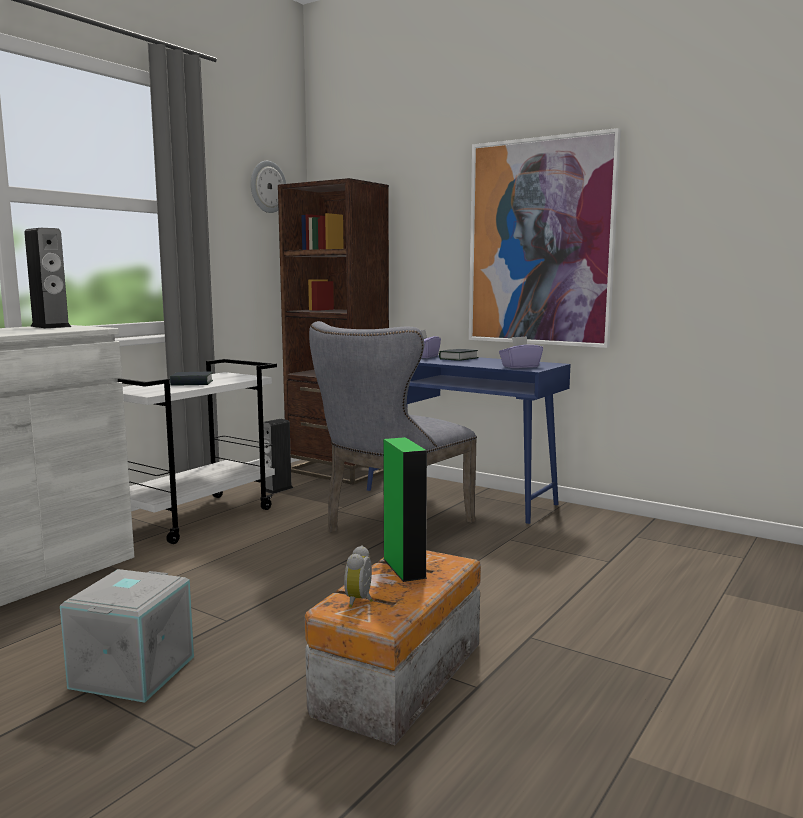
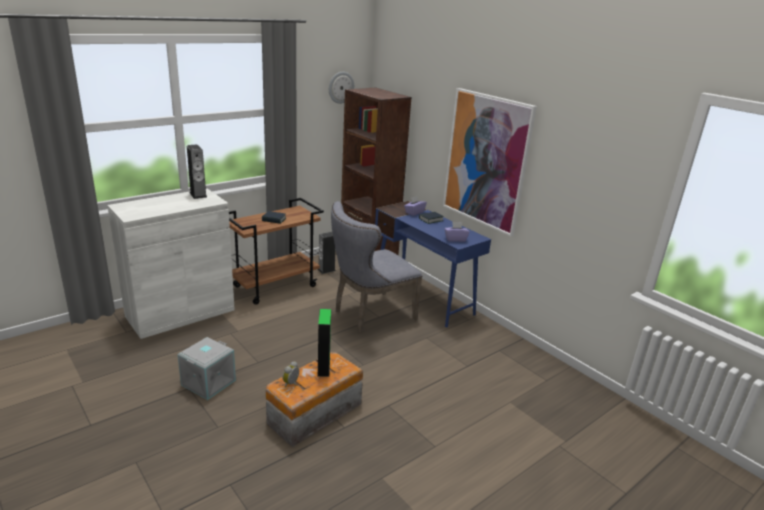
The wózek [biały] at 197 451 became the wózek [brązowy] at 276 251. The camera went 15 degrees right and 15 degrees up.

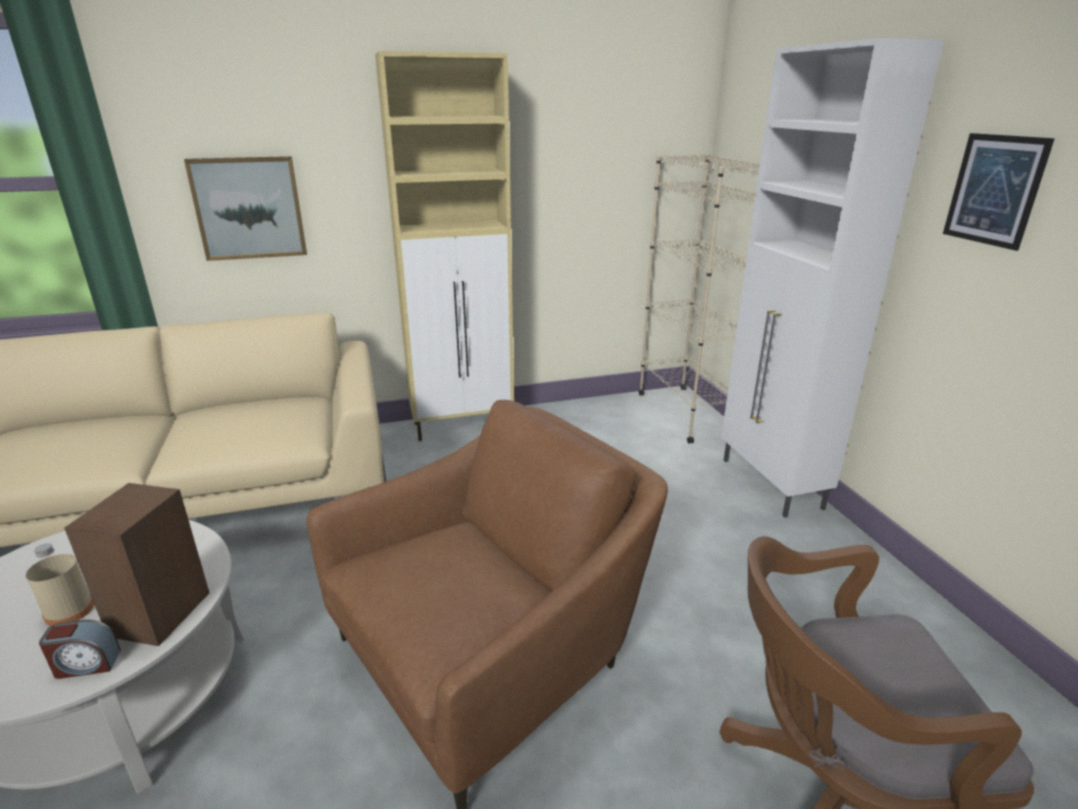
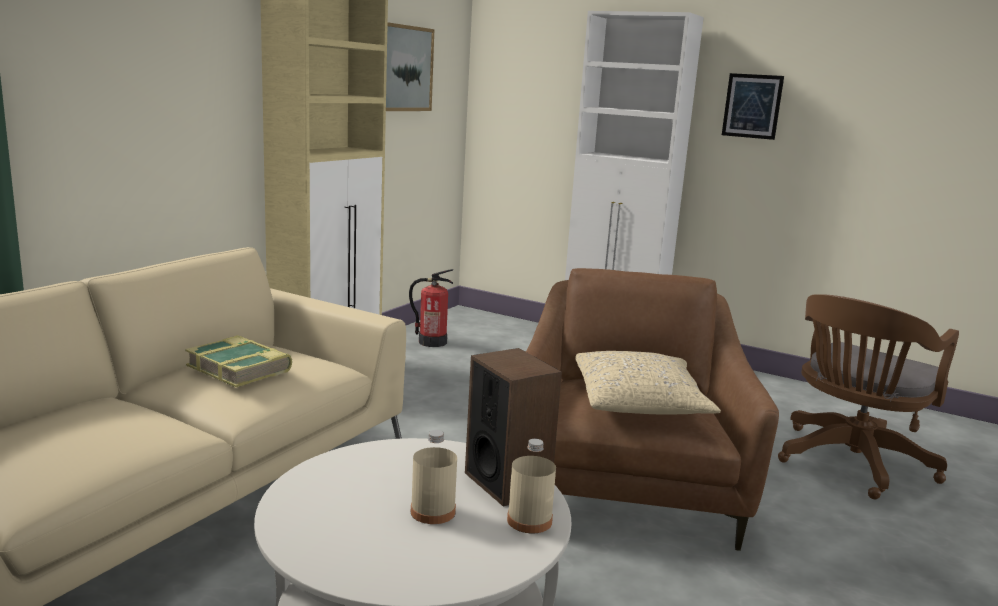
The regał [beżowy] at 699 299 disappeared. The obraz moved from 245 208 to 410 66. The budzik at 80 649 was replaced by the butelka [beżowy] at 531 486. The gaśnica at 431 308 appeared. The książka at 238 361 appeared. The poduszka [beżowy] at 648 383 appeared. The camera went 45 degrees left and 10 degrees down.

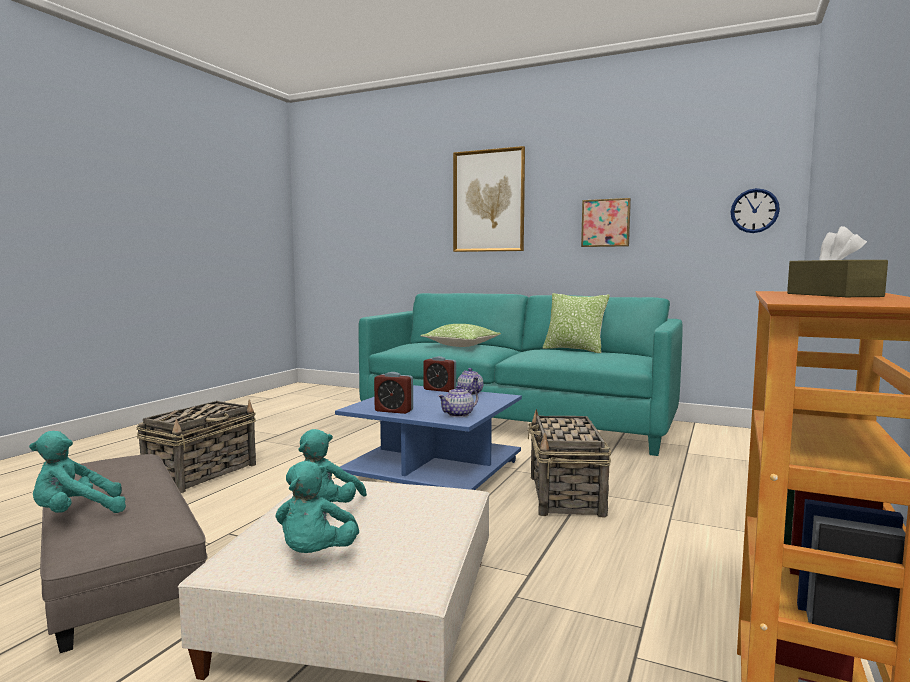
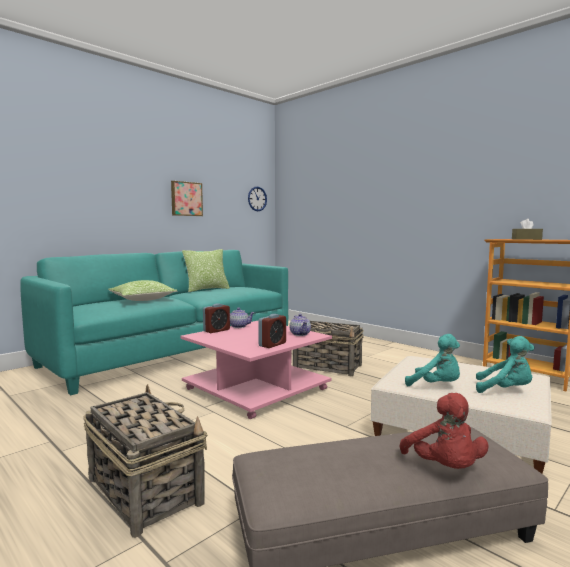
The obraz at 489 199 disappeared. The ława [niebieski] at 428 437 became the ława [różowy] at 256 370. The pluszak [turkusowy] at 77 472 became the pluszak [czerwony] at 444 431. The camera went 70 degrees left and 0 degrees up.

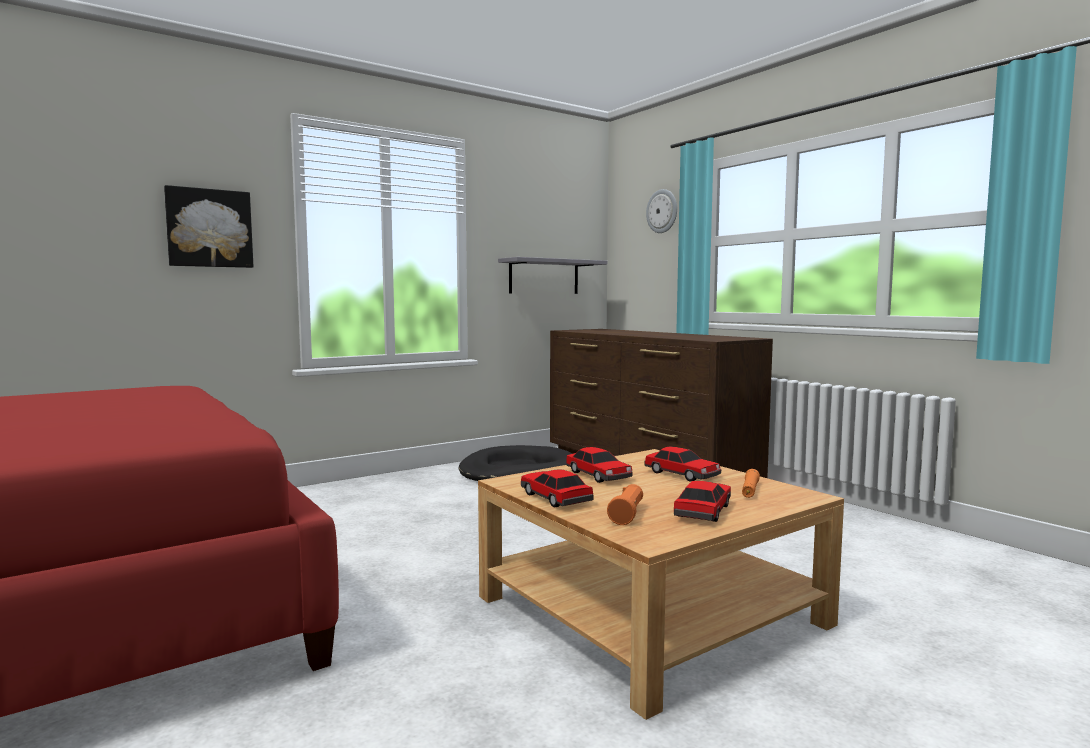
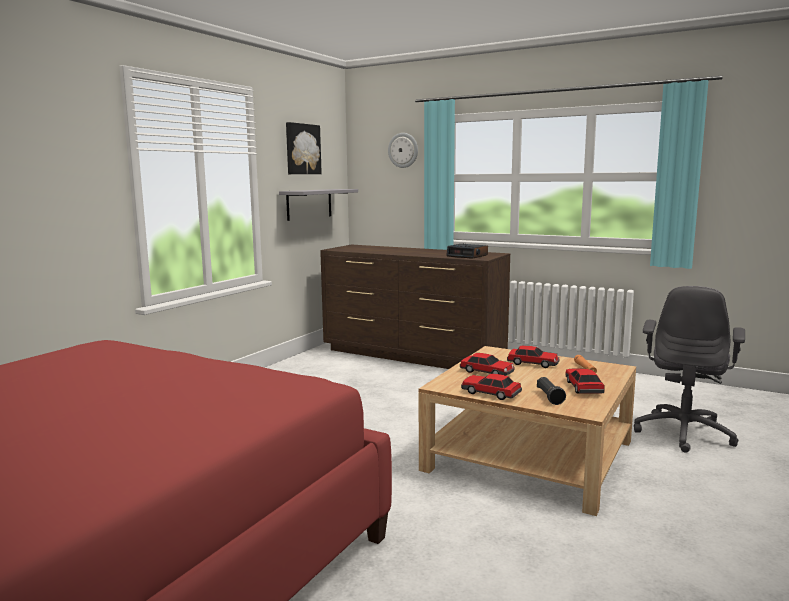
The obraz moved from 208 226 to 304 148. The legowisko [czarny] at 515 463 disappeared. The latarka [pomarańczowy] at 625 504 became the latarka [czarny] at 551 391. The budzik at 467 251 appeared. The krzesło biurowe [szary] at 689 369 appeared. The camera went 25 degrees left and 5 degrees up.

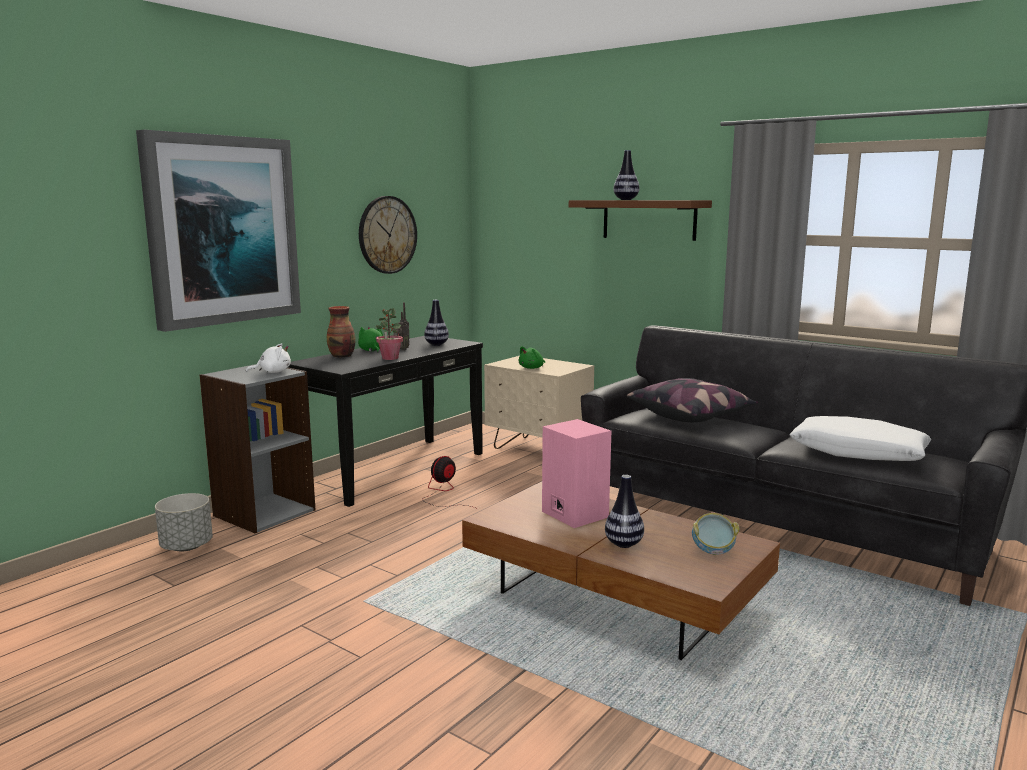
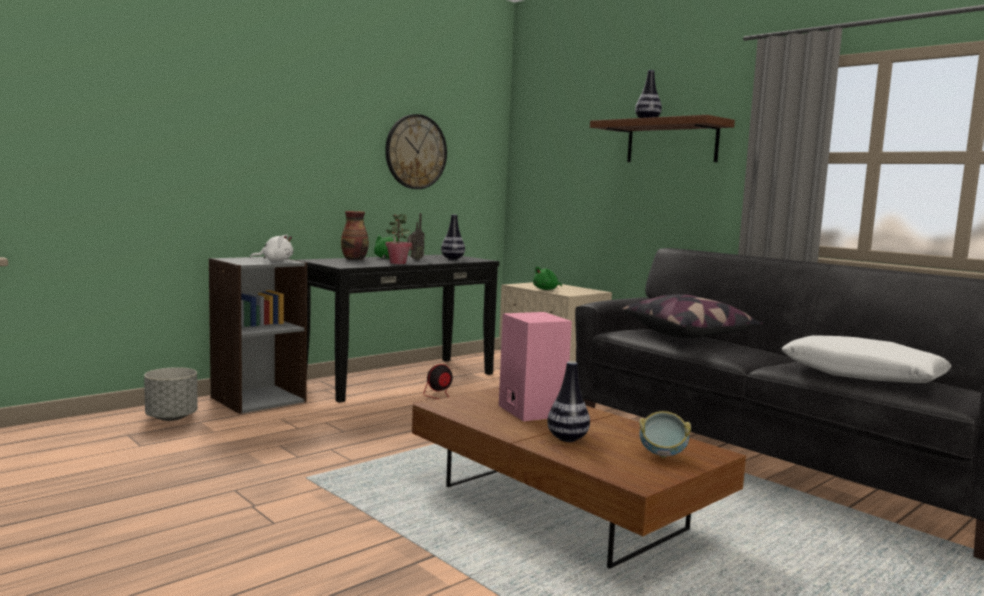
The obraz at 218 231 disappeared. The camera went 10 degrees right and 5 degrees down.

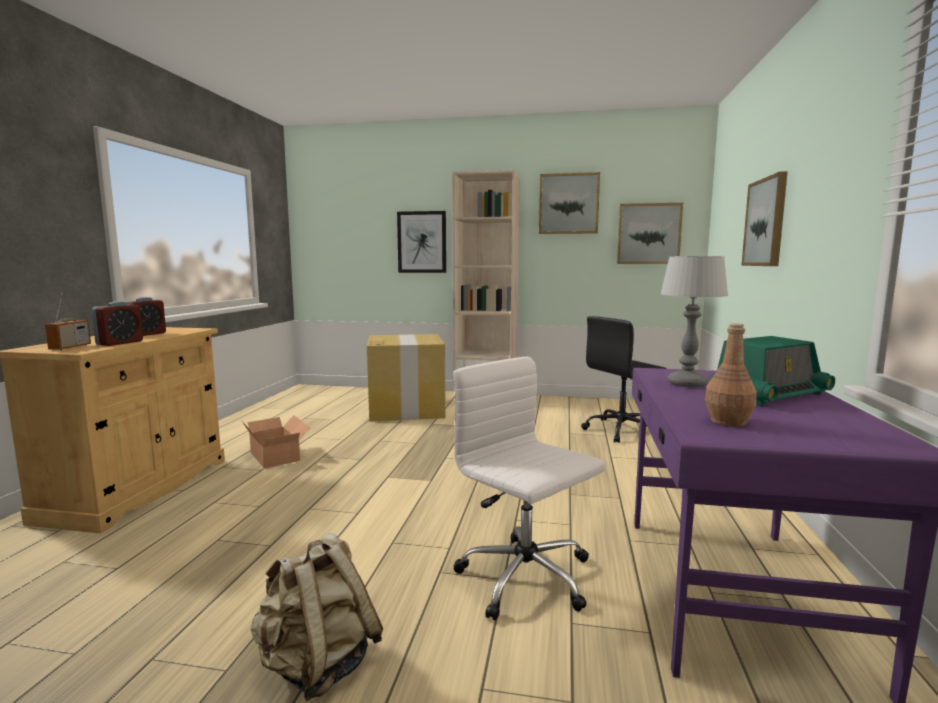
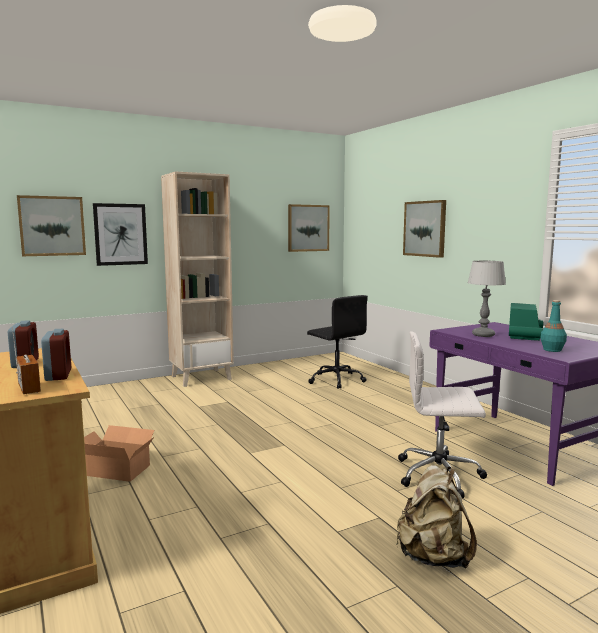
The obraz moved from 569 203 to 51 225. The krzesło biurowe [czarny] at 624 379 turned 60 degrees counterclockwise. The butelka [brązowy] at 731 375 became the butelka [turkusowy] at 553 326. The karton at 406 378 disappeared. The camera went 40 degrees left and 0 degrees up.

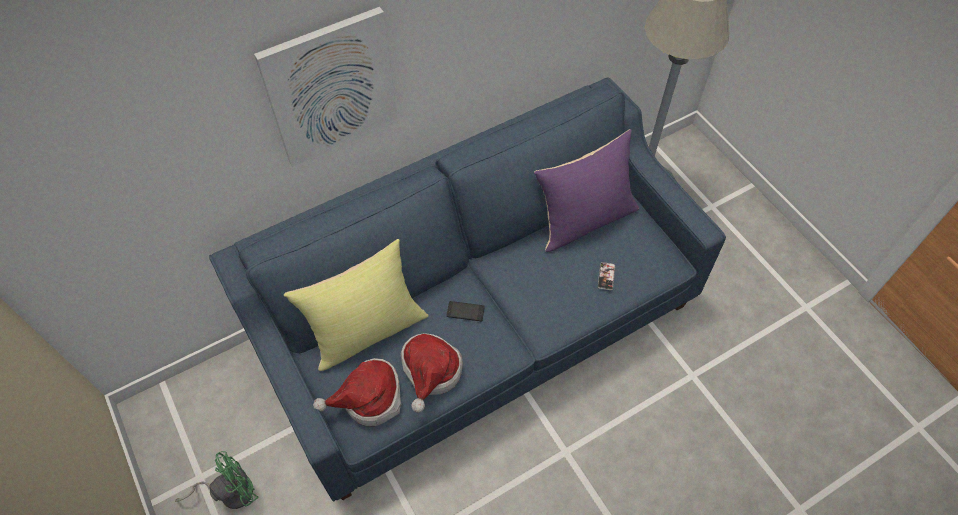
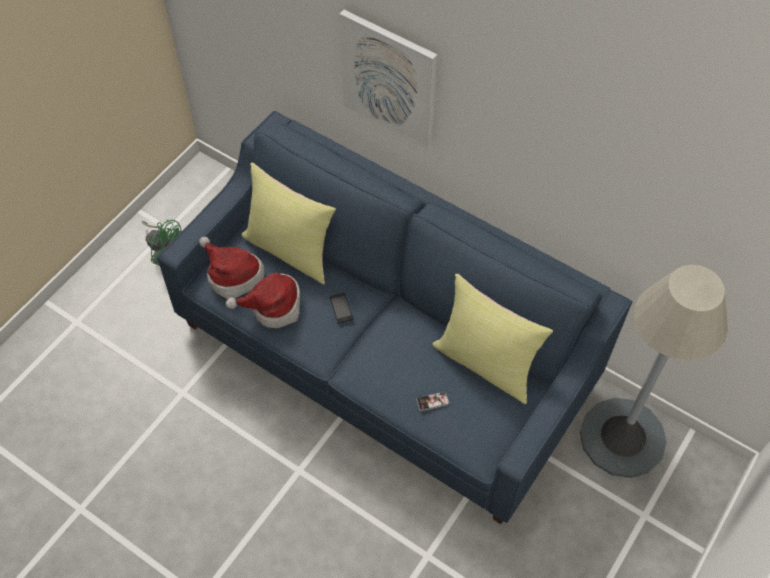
The poduszka [fioletowy] at 586 190 became the poduszka [żółty] at 492 339. The camera went 65 degrees right and 0 degrees up.

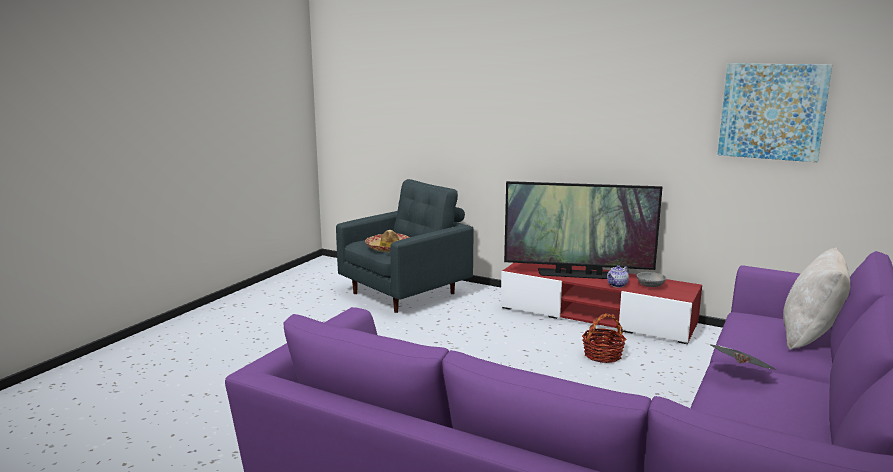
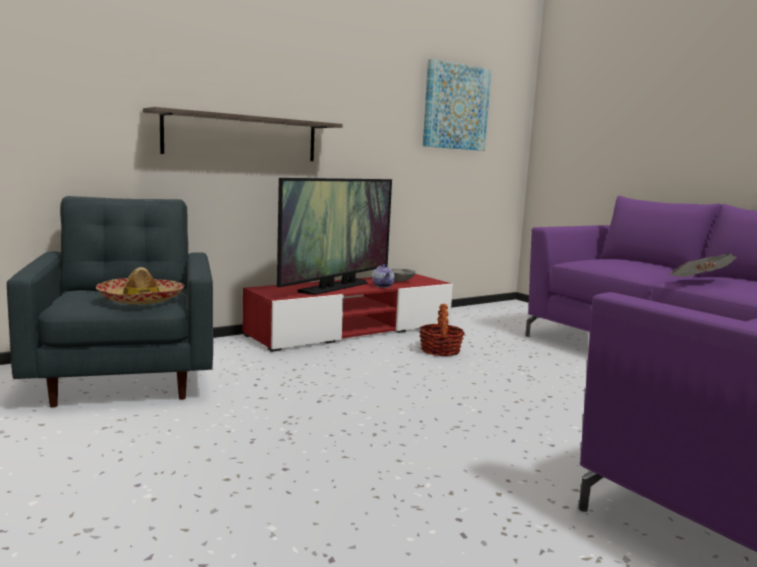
The poduszka [beżowy] at 816 298 disappeared. The półka at 243 134 appeared. The camera went 65 degrees left and 5 degrees down.

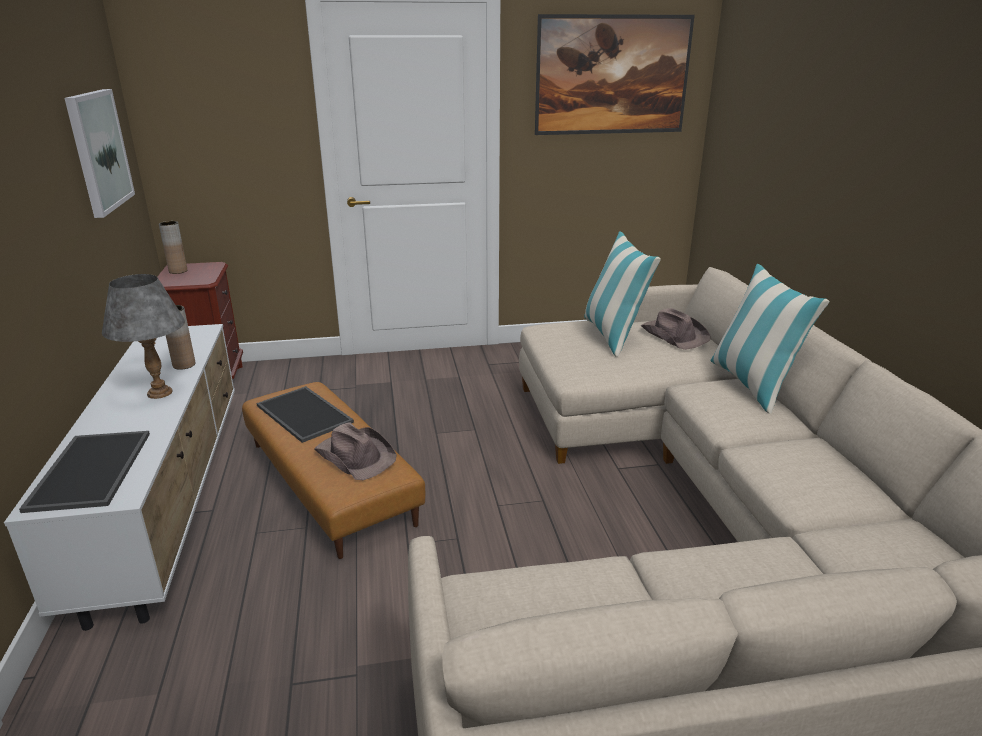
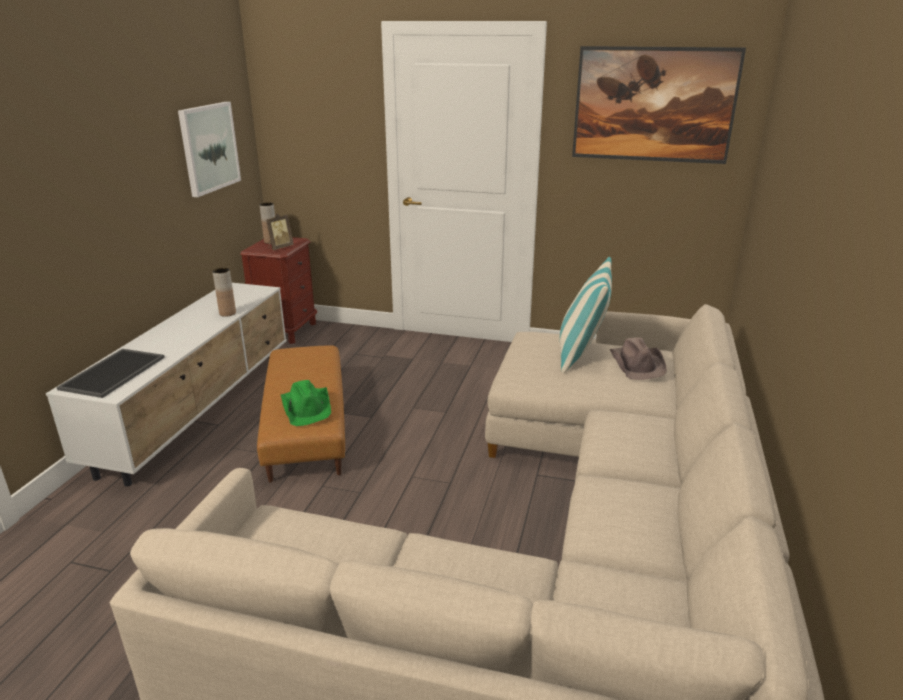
The poduszka at 770 339 disappeared. The lampa stołowa [szary] at 143 336 disappeared. The taca at 305 414 disappeared. The kapelusz [brązowy] at 355 451 became the kapelusz [zielony] at 306 403. The ramka na zdjęcie at 280 231 appeared. The camera went 25 degrees right and 0 degrees up.

